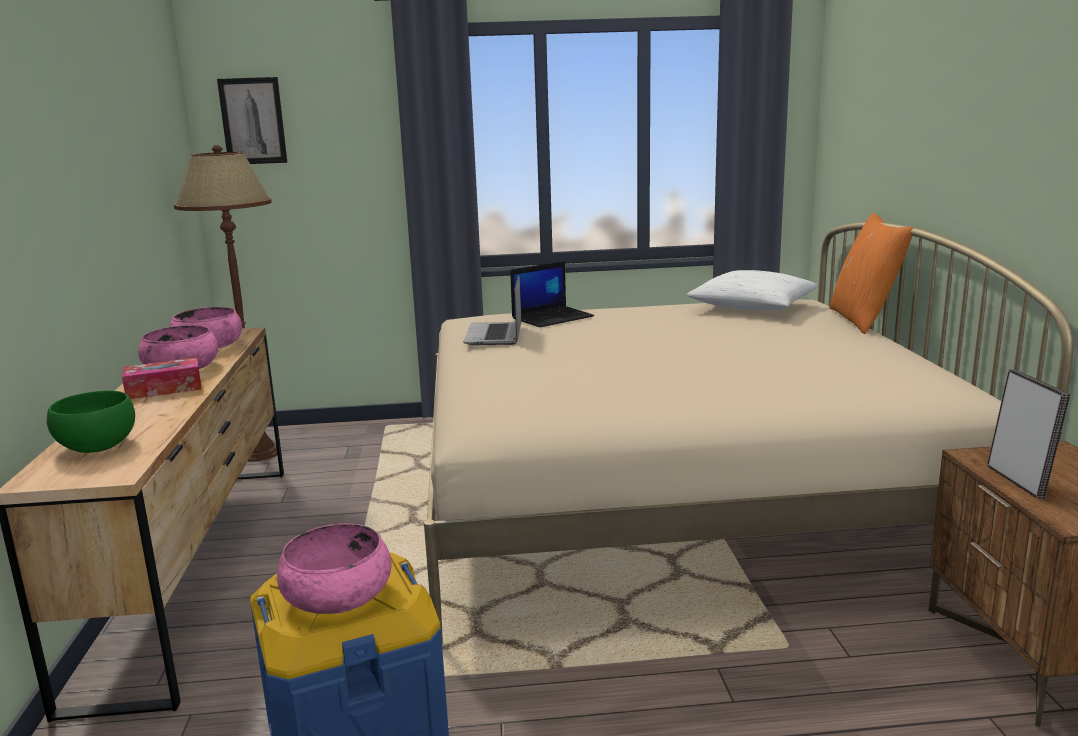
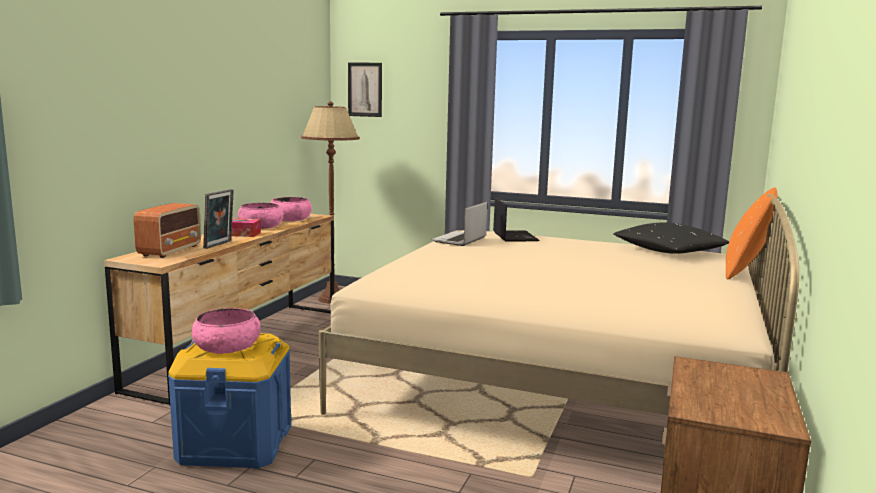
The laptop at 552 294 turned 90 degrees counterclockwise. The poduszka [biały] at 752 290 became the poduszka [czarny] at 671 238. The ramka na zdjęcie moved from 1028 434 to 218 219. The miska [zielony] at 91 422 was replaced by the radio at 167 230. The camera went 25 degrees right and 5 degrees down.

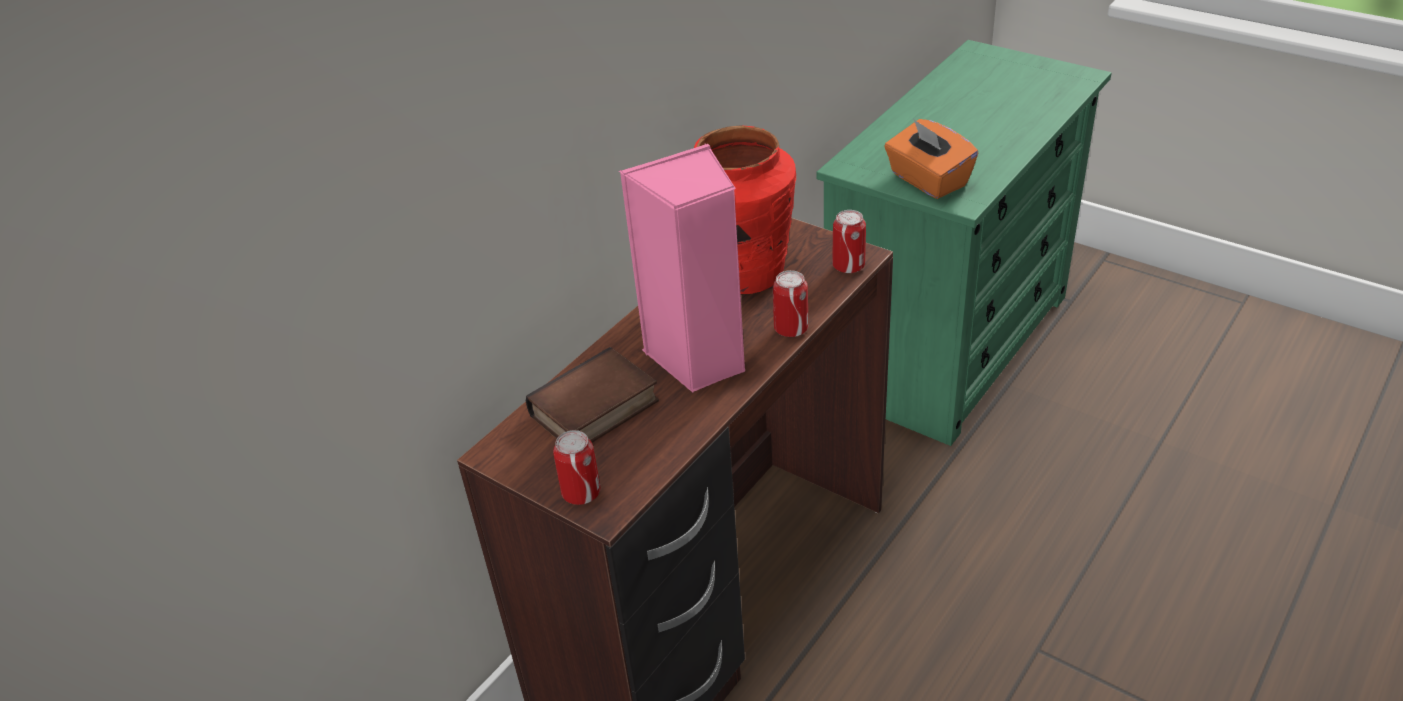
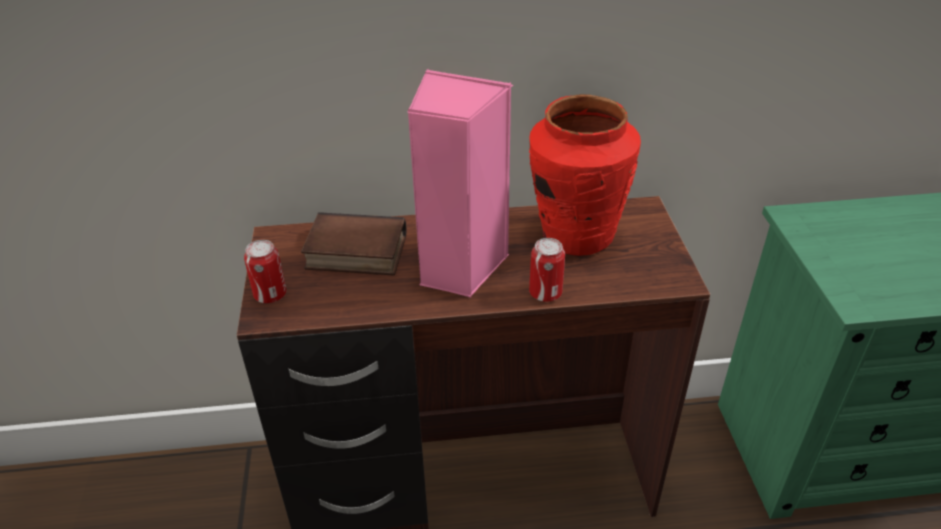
The pudełko chusteczek [pomarańczowy] at 931 159 disappeared. The puszka at 849 241 disappeared. The camera went 45 degrees right and 0 degrees up.

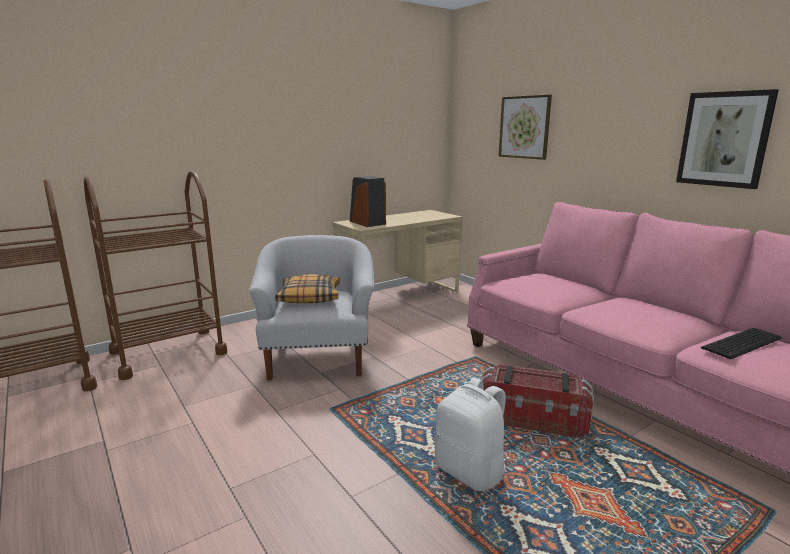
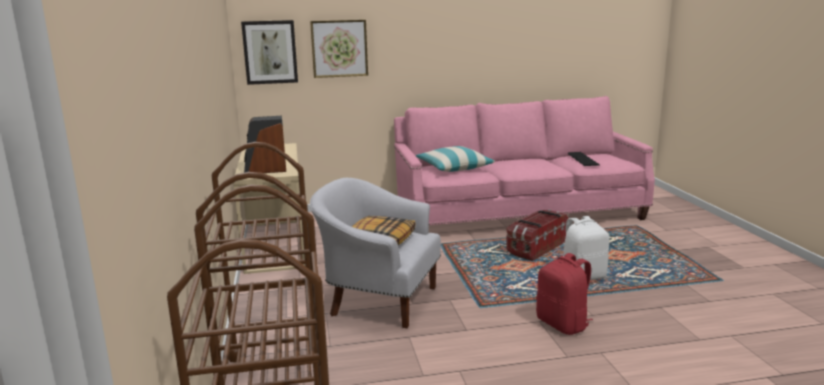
The obraz moved from 727 139 to 269 52. The poduszka at 455 159 appeared. The plecak [czerwony] at 564 294 appeared. The camera went 65 degrees left and 0 degrees up.

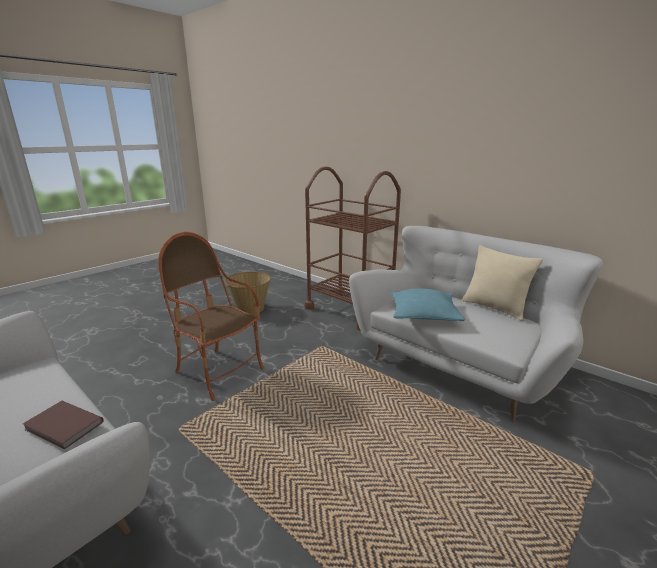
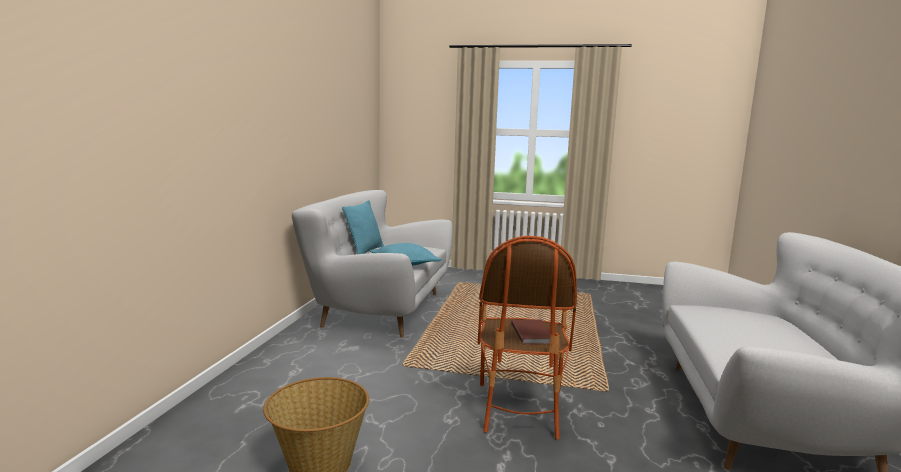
The wózek [brązowy] at 353 248 disappeared. The poduszka [beżowy] at 502 283 became the poduszka [turkusowy] at 363 227. The książka [brązowy] moved from 63 425 to 531 331. The camera went 120 degrees left and 10 degrees down.

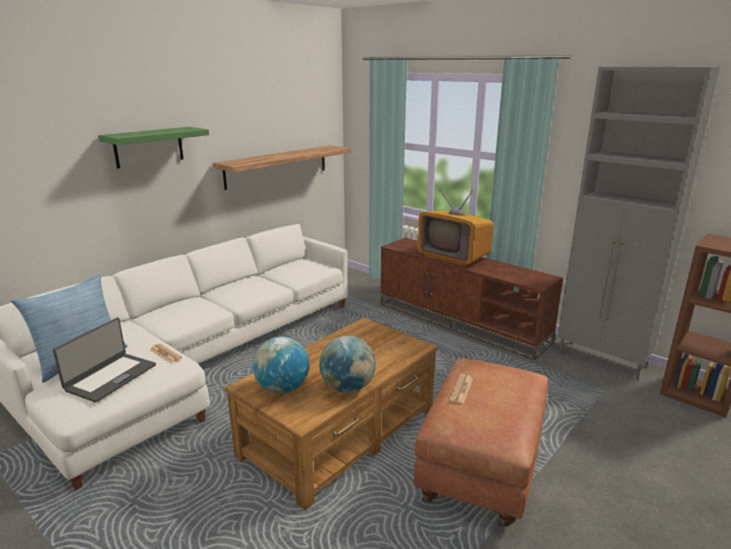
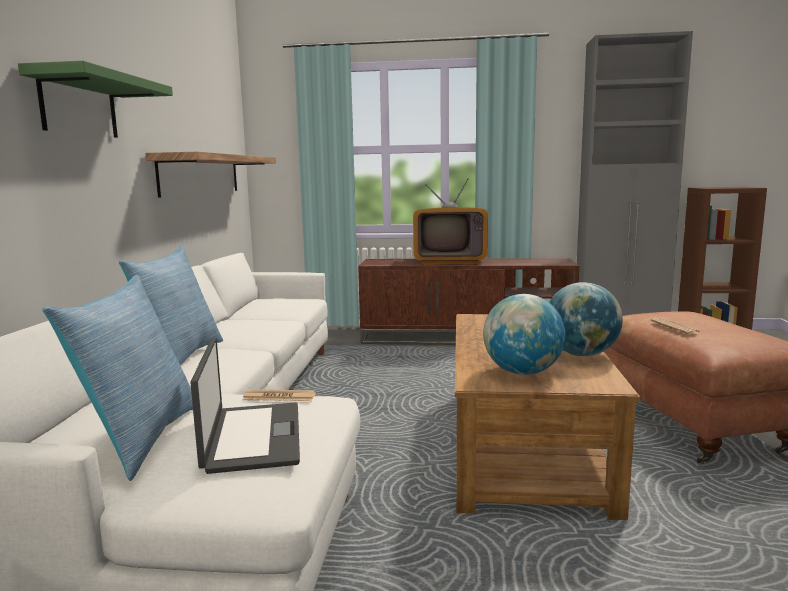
The poduszka at 171 306 appeared. The camera went 35 degrees left and 10 degrees down.

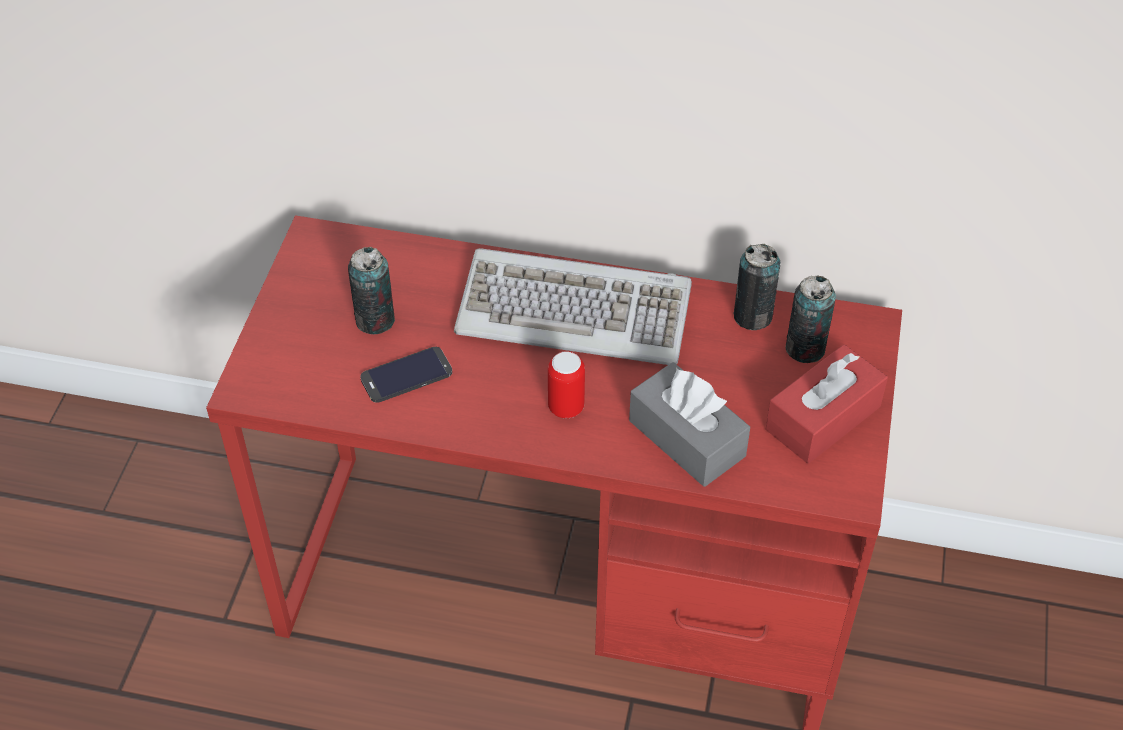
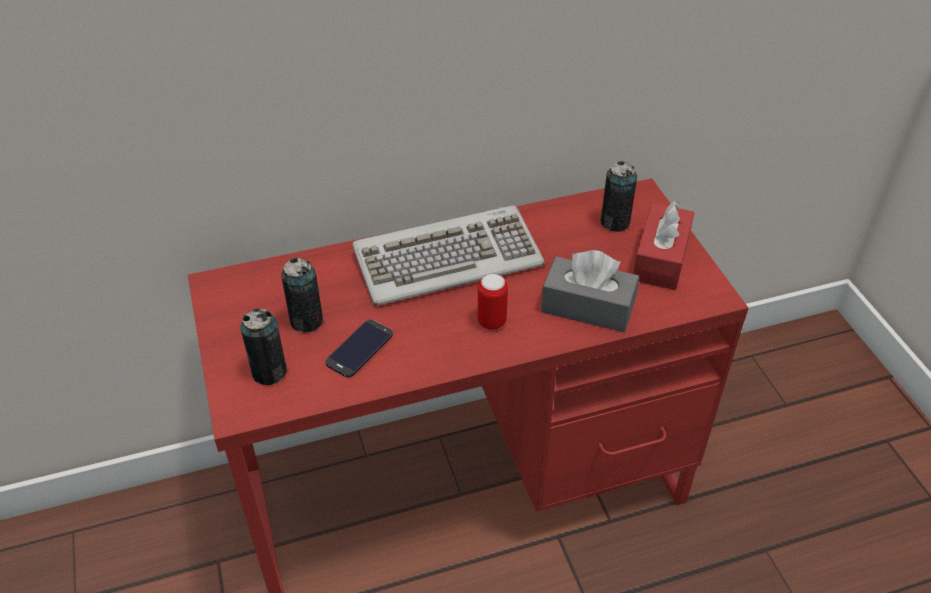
The puszka moved from 756 287 to 264 346. The camera went 30 degrees left and 5 degrees down.

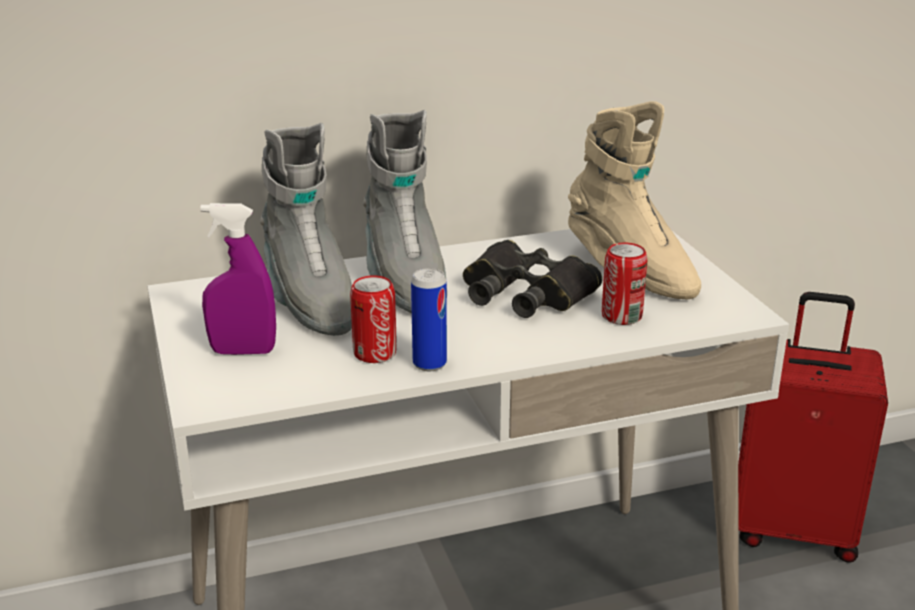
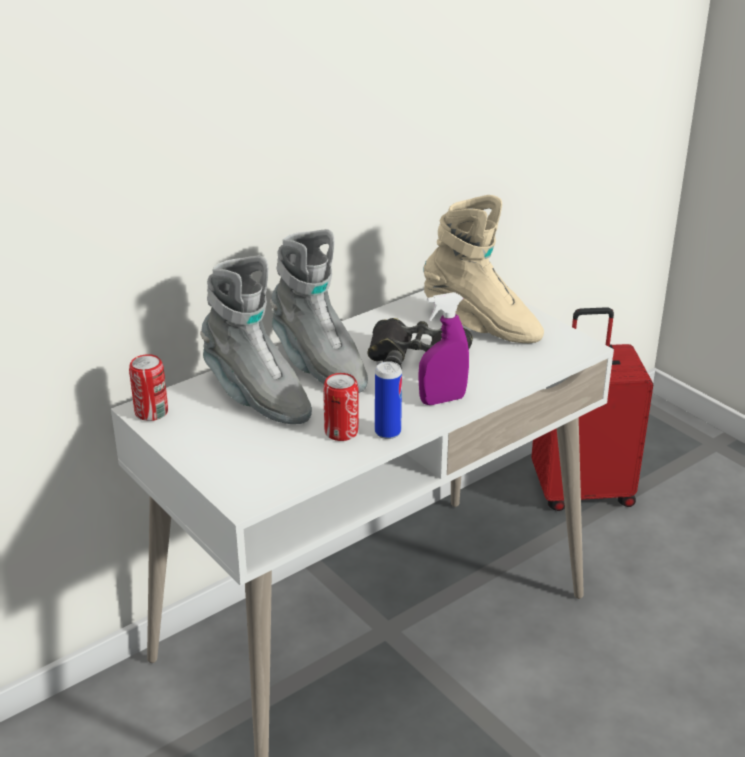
The spryskiwacz [fioletowy] moved from 238 279 to 443 348. The puszka moved from 625 284 to 148 387. The camera went 20 degrees left and 5 degrees up.

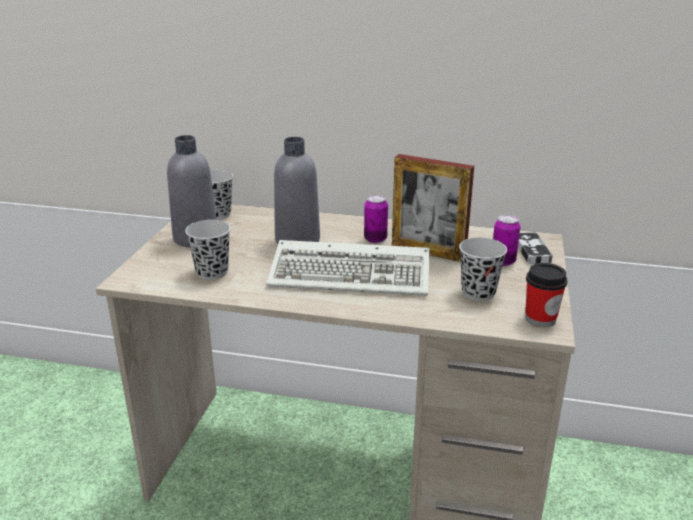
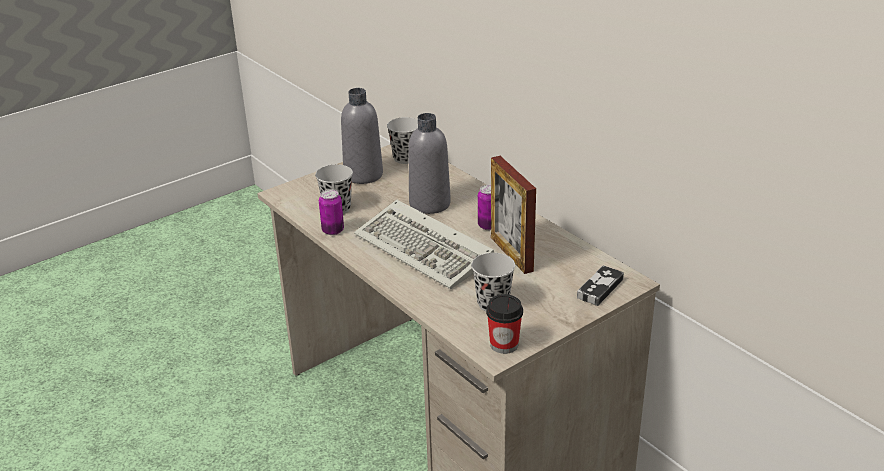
The puszka moved from 506 240 to 331 212. The camera went 40 degrees right and 5 degrees up.

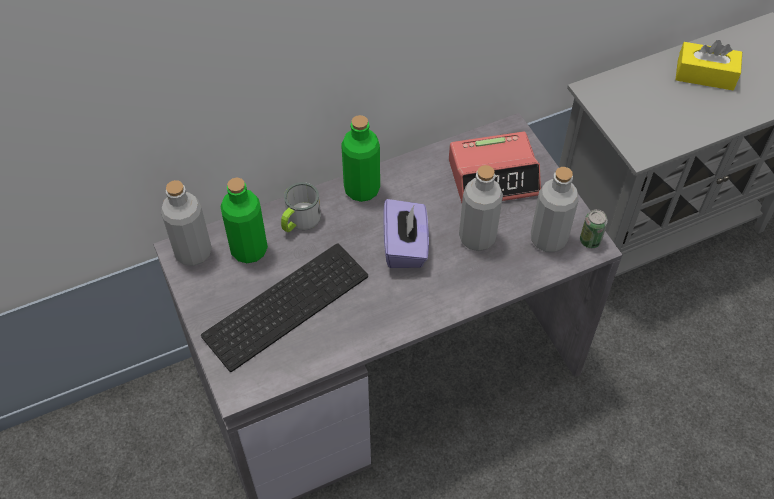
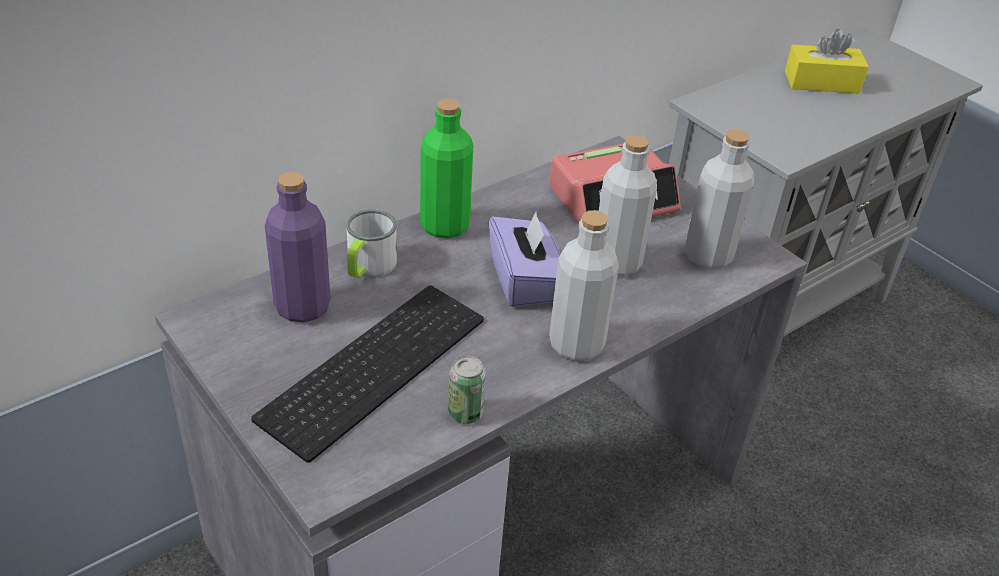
The butelka [zielony] at 244 220 became the butelka [fioletowy] at 298 247. The butelka [szary] moved from 186 223 to 584 285. The puszka moved from 594 228 to 467 390. The camera went 15 degrees left and 15 degrees down.

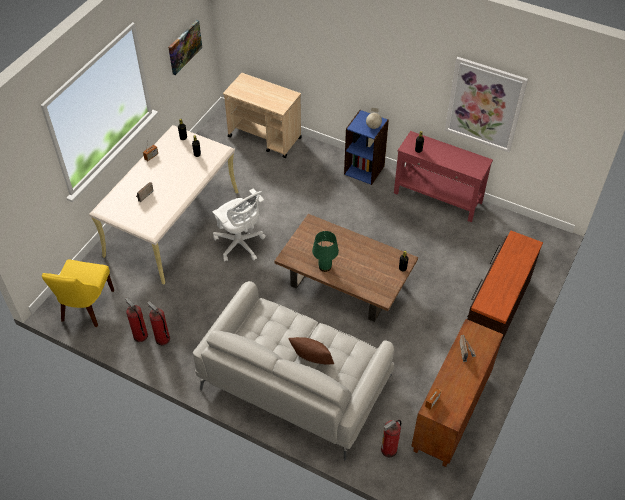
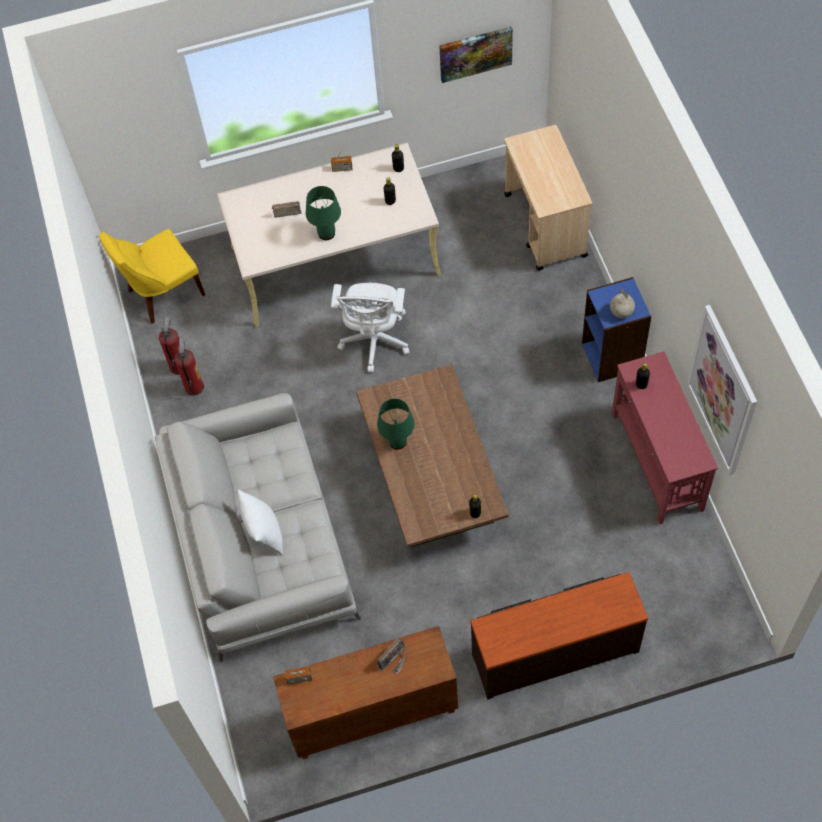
The poduszka [brązowy] at 311 351 became the poduszka [biały] at 260 522. The gaśnica at 391 438 disappeared. The lampa stołowa [zielony] at 323 213 appeared. The camera went 50 degrees right and 10 degrees up.

